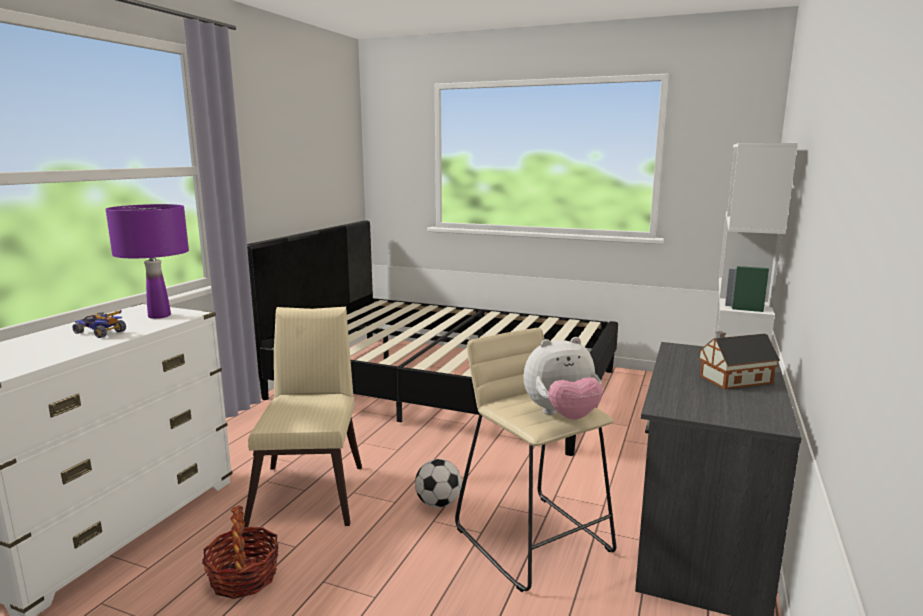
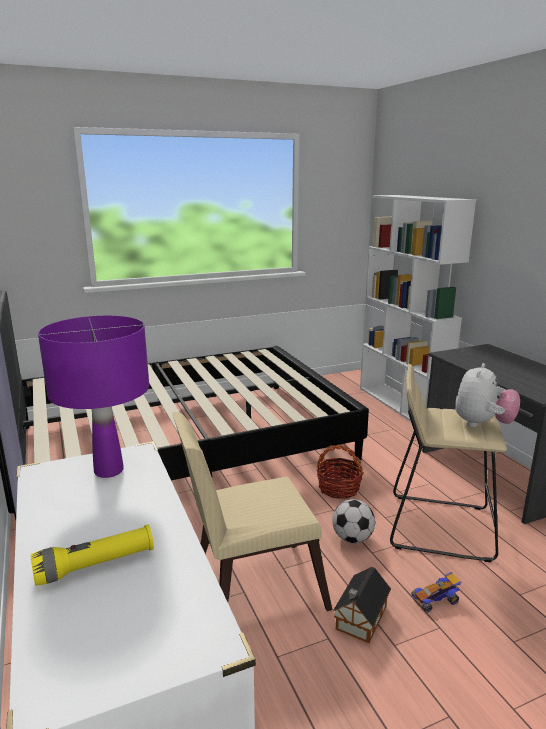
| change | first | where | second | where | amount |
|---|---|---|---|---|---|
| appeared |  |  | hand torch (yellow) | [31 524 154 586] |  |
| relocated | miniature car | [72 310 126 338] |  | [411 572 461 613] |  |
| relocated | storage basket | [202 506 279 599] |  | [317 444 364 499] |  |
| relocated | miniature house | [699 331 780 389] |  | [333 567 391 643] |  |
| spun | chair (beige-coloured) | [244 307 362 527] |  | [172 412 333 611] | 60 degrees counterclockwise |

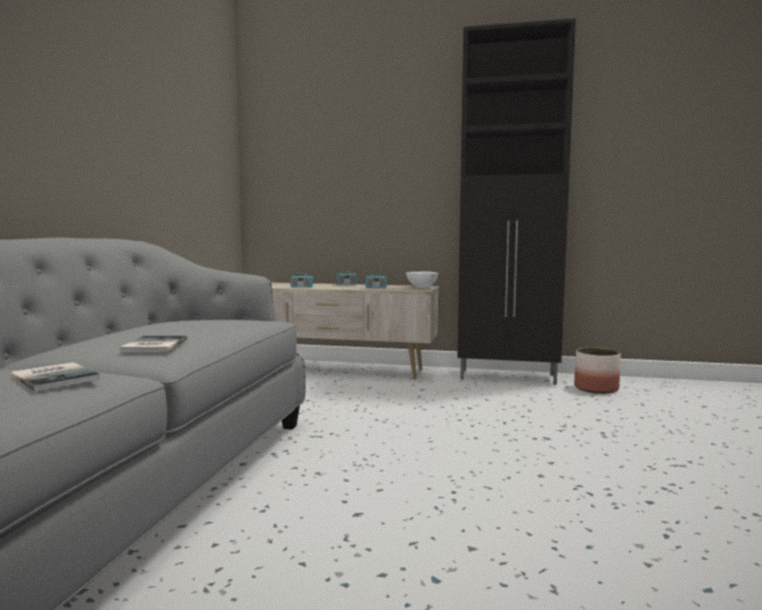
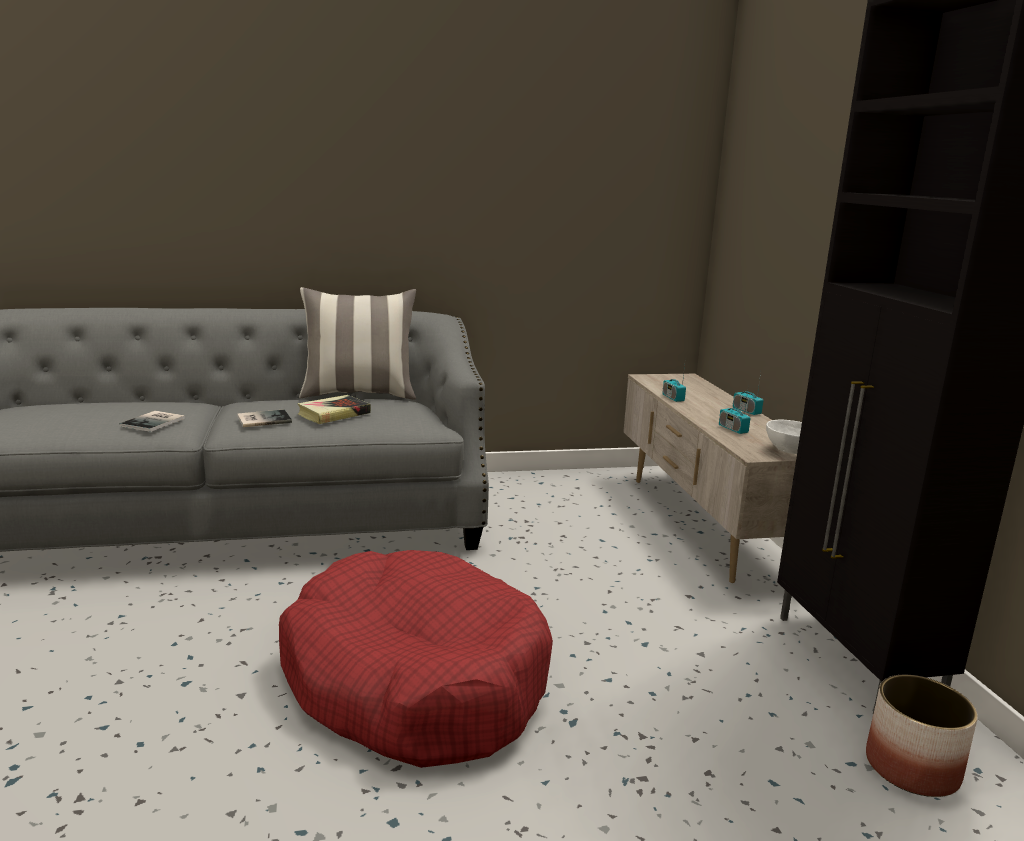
| change | first | where | second | where | amount |
|---|---|---|---|---|---|
| appeared |  |  | dog bed (red-coloured) | [279 550 553 768] |  |
| appeared |  |  | volume | [297 395 371 424] |  |
| appeared |  |  | cushion | [299 287 416 400] |  |

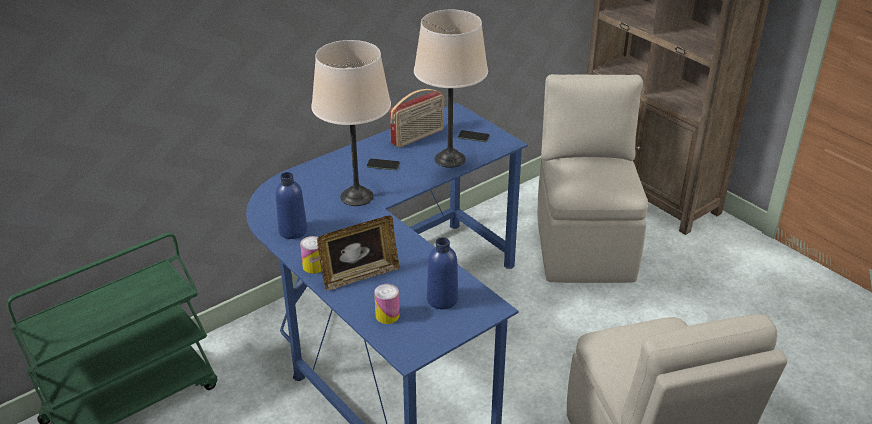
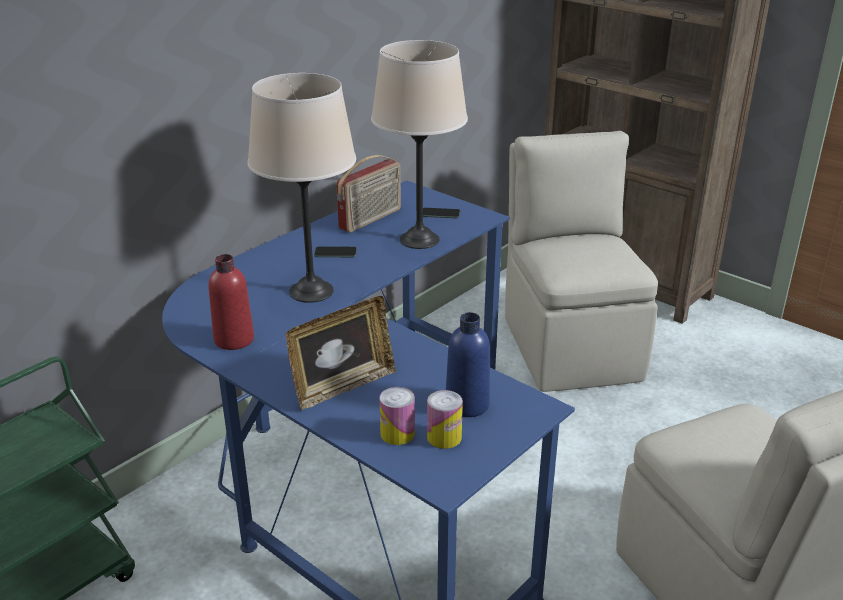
| change | first | where | second | where | amount |
|---|---|---|---|---|---|
| relocated | can | [300 236 321 274] |  | [427 390 463 449] |  |
| colour | bottle (blue) | [275 172 307 239] | bottle (red-coloured) | [209 254 254 350] |  |

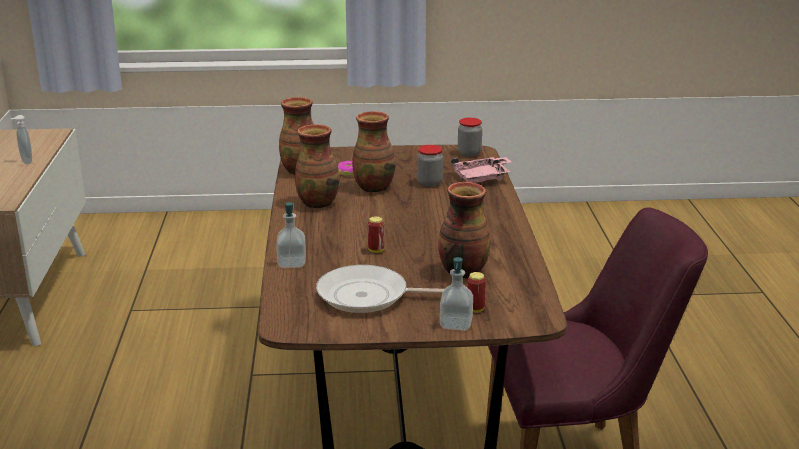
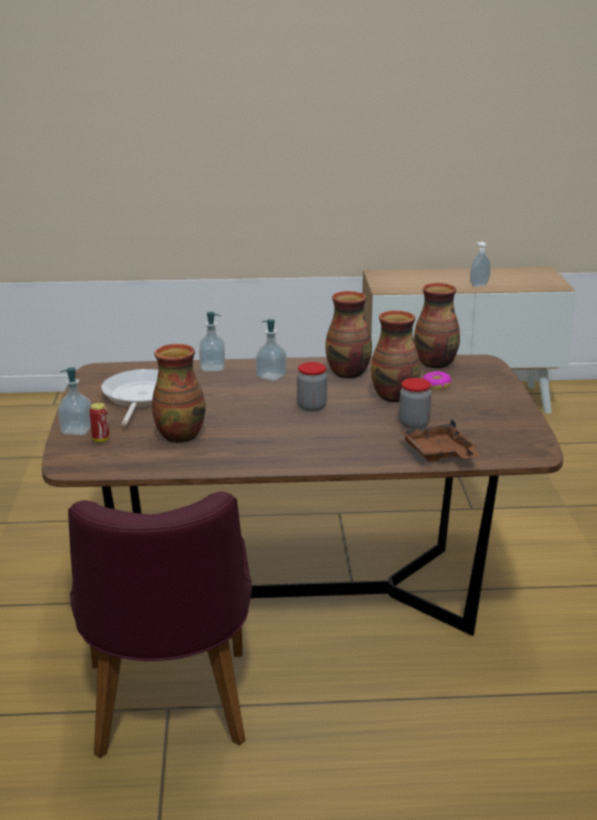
| change | first | where | second | where | amount |
|---|---|---|---|---|---|
| missing | can | [368 216 384 253] |  |  |  |
| appeared |  |  | soap dispenser | [256 319 287 381] |  |
| relocated | storage jar | [458 117 482 157] |  | [297 362 327 411] |  |
| colour | serving tray (pink) | [451 157 511 183] | serving tray (brown-coloured) | [400 419 480 462] |  |

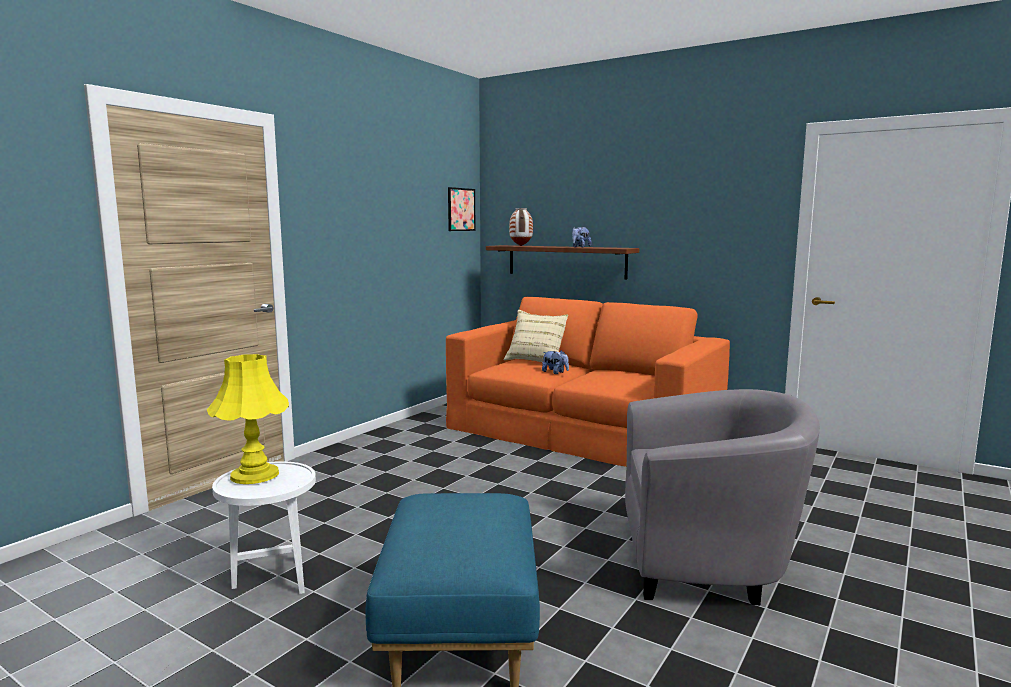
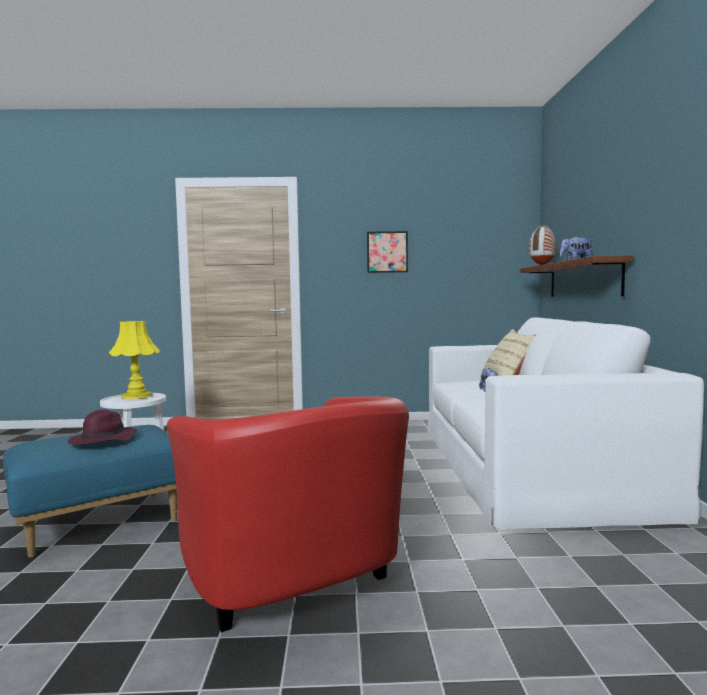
| change | first | where | second | where | amount |
|---|---|---|---|---|---|
| appeared |  |  | clothing hat (purple) | [68 410 137 445] |  |
| relocated | wall art | [448 187 476 231] |  | [367 231 408 273] |  |
| colour | couch (orange-coloured) | [446 297 730 467] | couch (white-coloured) | [427 317 704 530] |  |
| colour | armchair (grey) | [625 389 820 605] | armchair (red-coloured) | [167 397 409 633] |  |

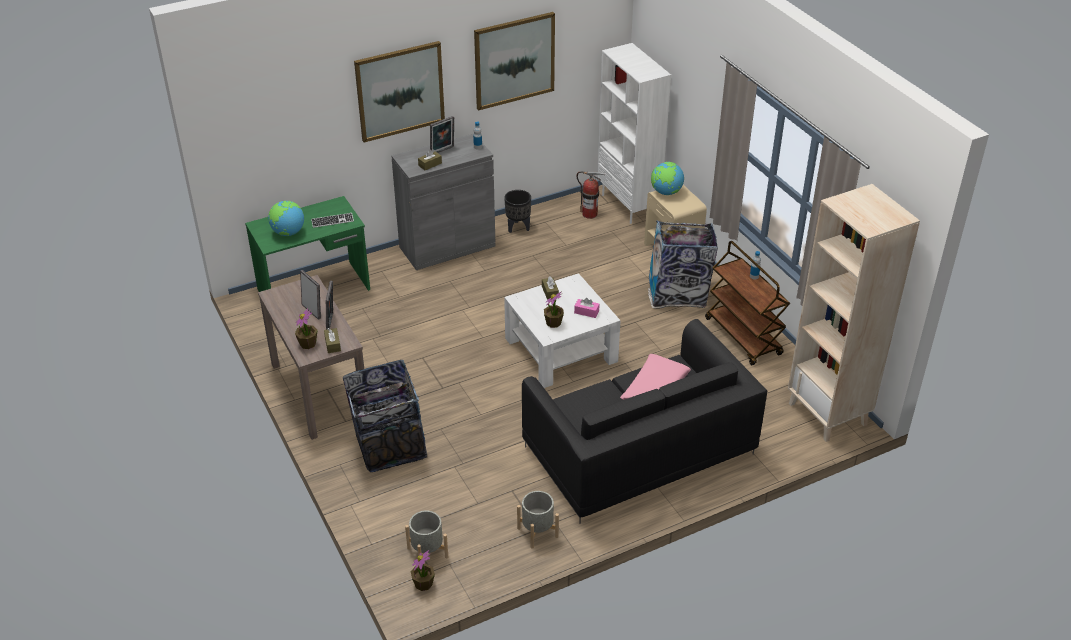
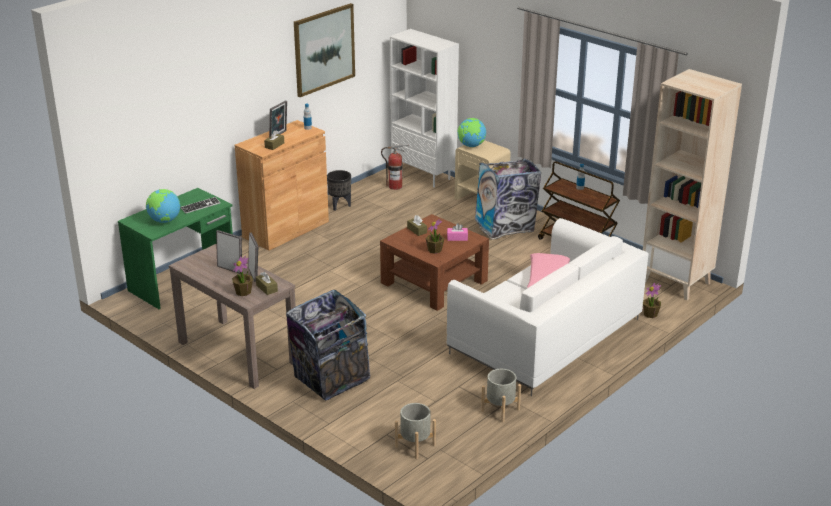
| change | first | where | second | where | amount |
|---|---|---|---|---|---|
| missing | wall art | [354 41 445 142] |  |  |  |
| relocated | potted plant | [411 550 435 591] |  | [643 283 661 318] |  |
| colour | cupboard (grey) | [391 134 496 270] | cupboard (brown-coloured) | [235 120 329 251] |  |
| colour | coffee table (white-coloured) | [504 273 621 388] | coffee table (brown-coloured) | [380 214 489 311] |  |
| colour | couch (black) | [522 319 767 524] | couch (white-coloured) | [447 218 649 396] |  |

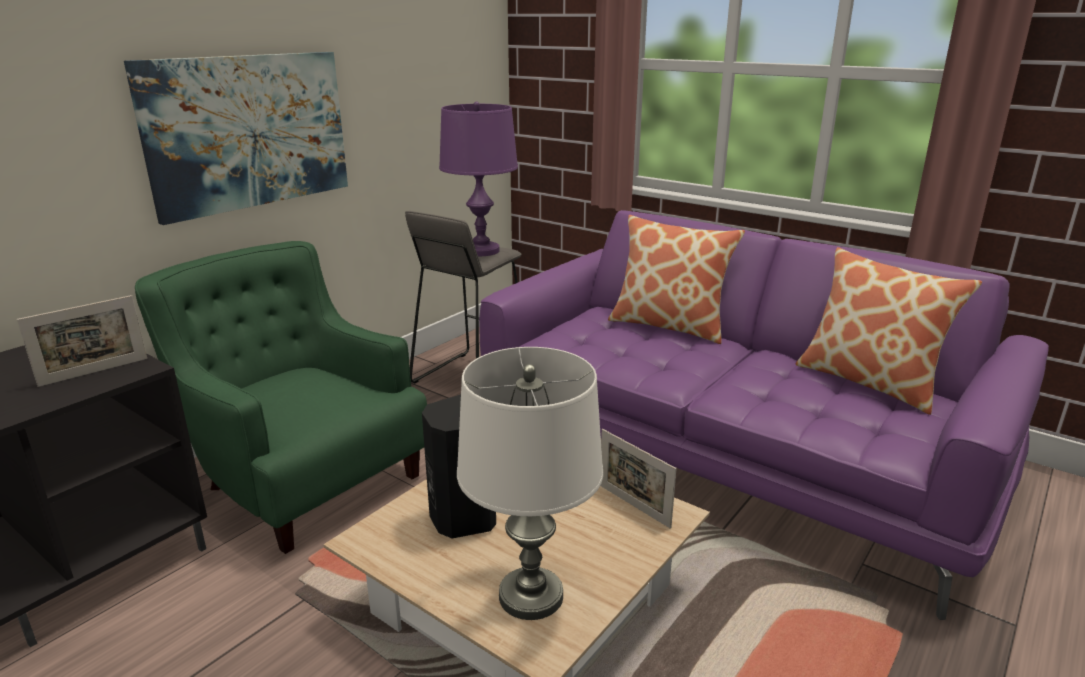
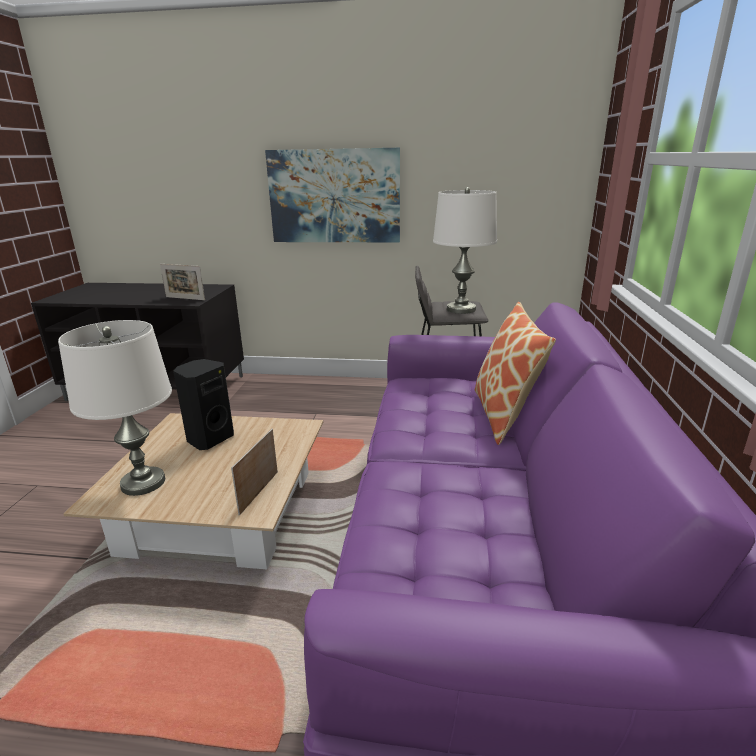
| change | first | where | second | where | amount |
|---|---|---|---|---|---|
| missing | armchair (greenish) | [135 241 427 554] |  |  |  |
| missing | cushion | [796 247 982 415] |  |  |  |
| colour | table lamp (purple) | [439 102 518 256] | table lamp (white-coloured) | [433 187 497 314] |  |

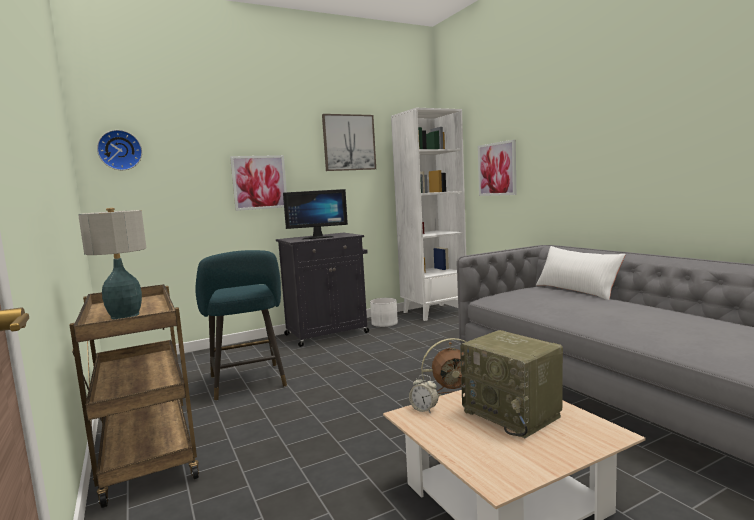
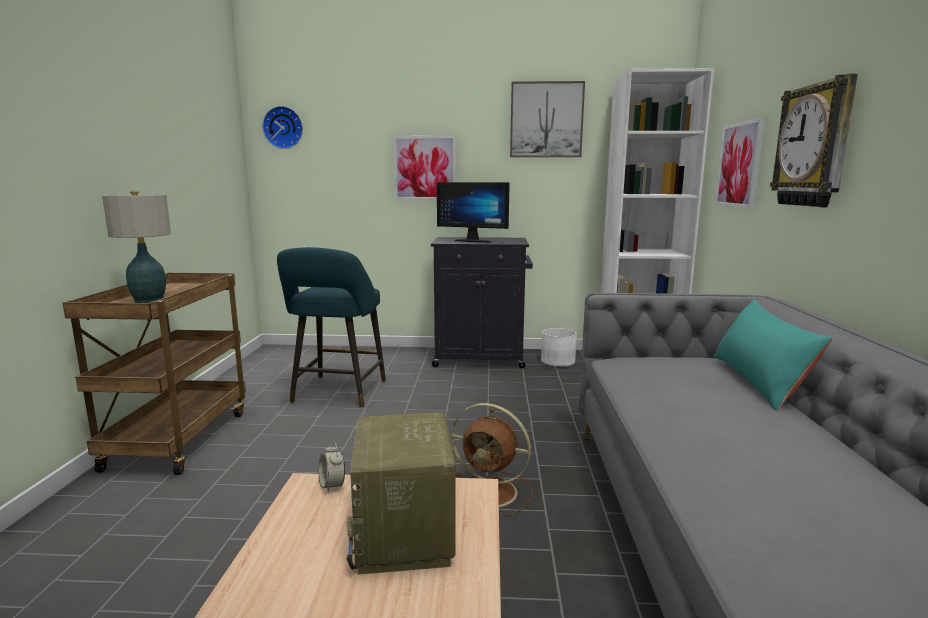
| change | first | where | second | where | amount |
|---|---|---|---|---|---|
| appeared |  |  | clock on the wall | [770 73 858 207] |  |
| colour | cushion (white-coloured) | [536 246 626 300] | cushion (blue-green) | [713 299 833 411] |  |

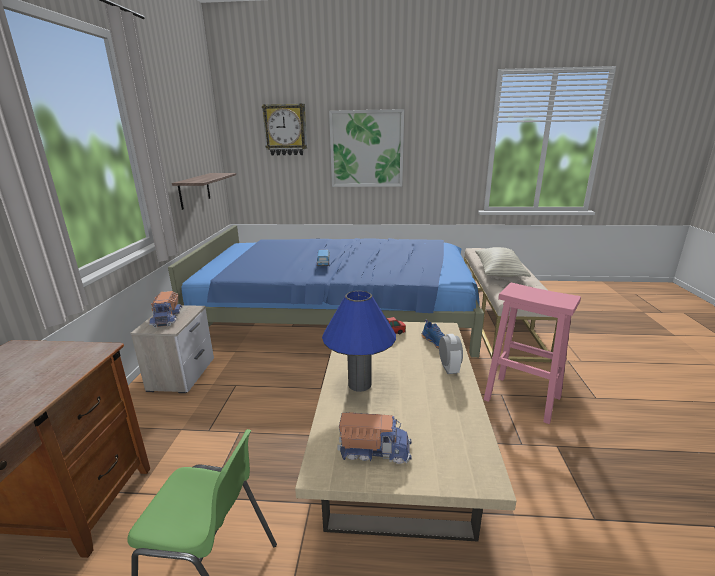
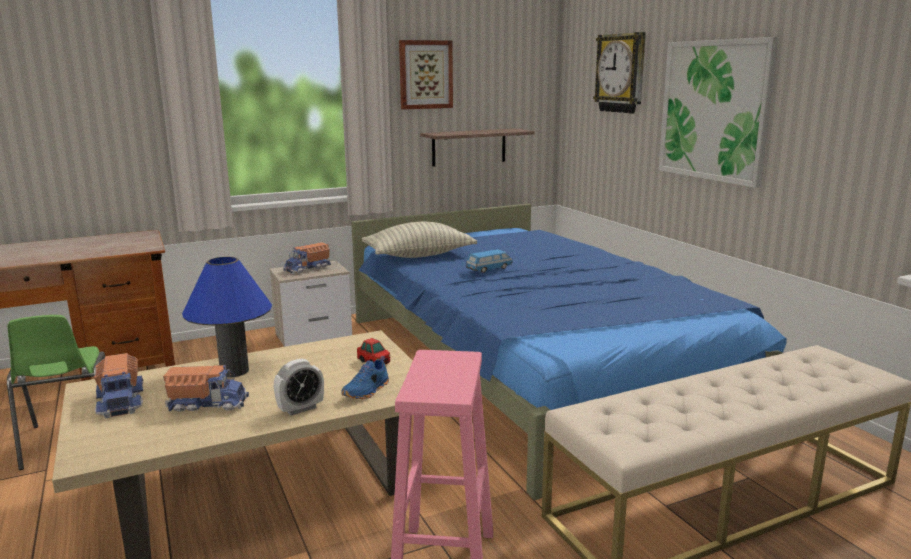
| change | first | where | second | where | amount |
|---|---|---|---|---|---|
| appeared |  |  | toy lorry | [163 365 249 412] |  |
| appeared |  |  | wall art | [399 40 453 110] |  |
| relocated | cushion | [475 247 531 277] |  | [362 222 477 258] |  |

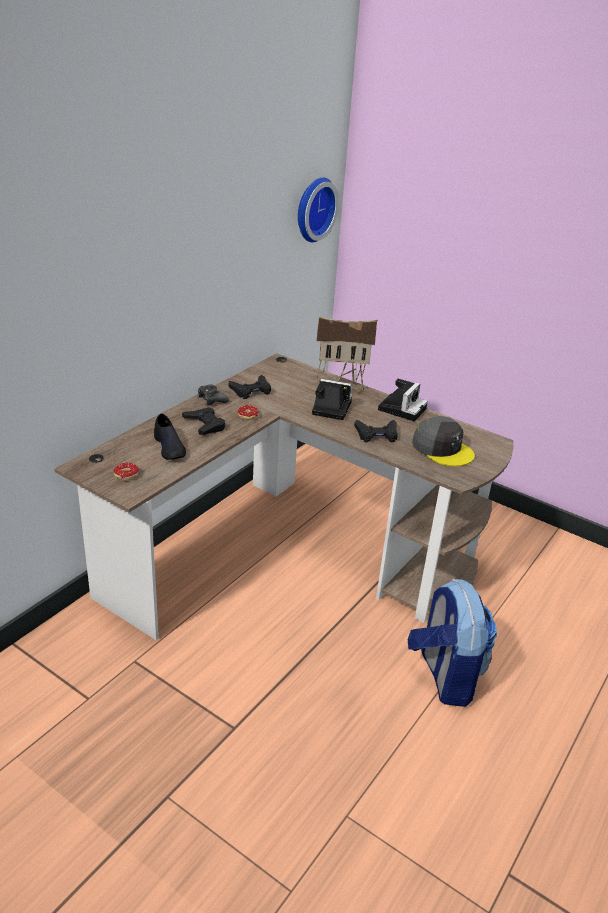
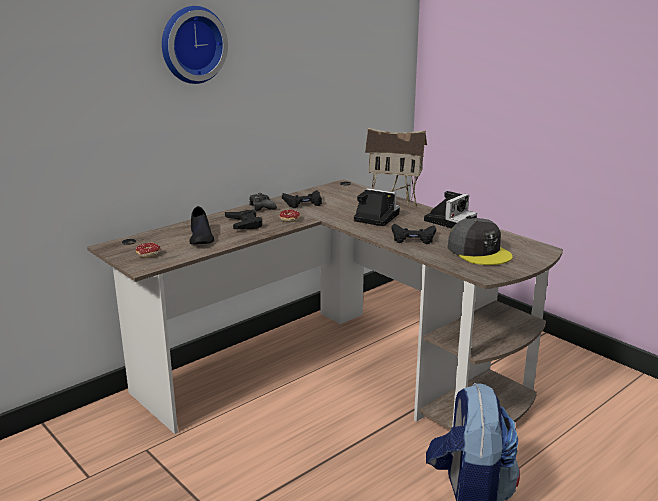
| change | first | where | second | where | amount |
|---|---|---|---|---|---|
| relocated | clock on the wall | [298 178 339 242] |  | [162 6 228 84] |  |

